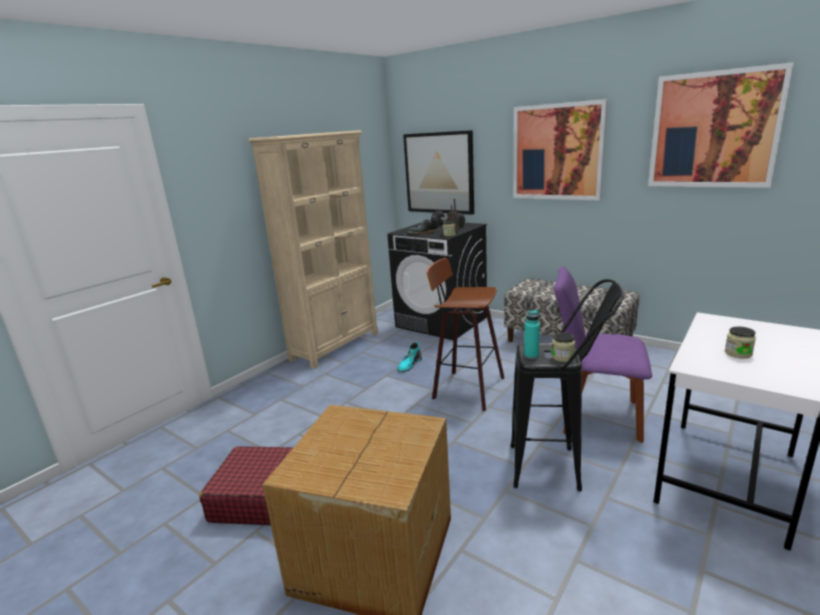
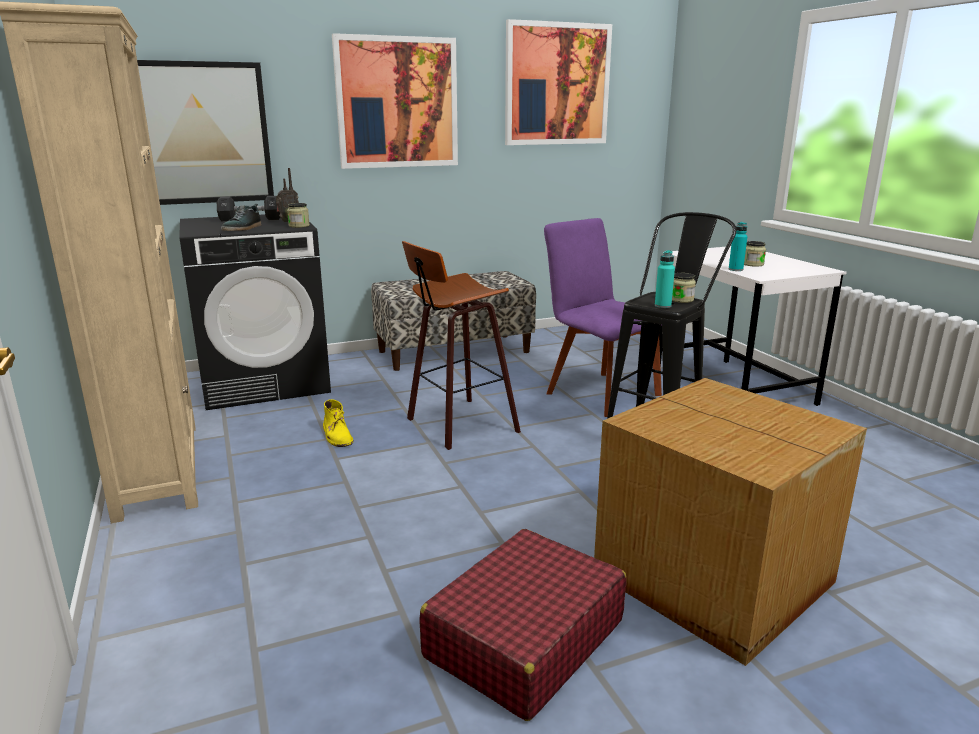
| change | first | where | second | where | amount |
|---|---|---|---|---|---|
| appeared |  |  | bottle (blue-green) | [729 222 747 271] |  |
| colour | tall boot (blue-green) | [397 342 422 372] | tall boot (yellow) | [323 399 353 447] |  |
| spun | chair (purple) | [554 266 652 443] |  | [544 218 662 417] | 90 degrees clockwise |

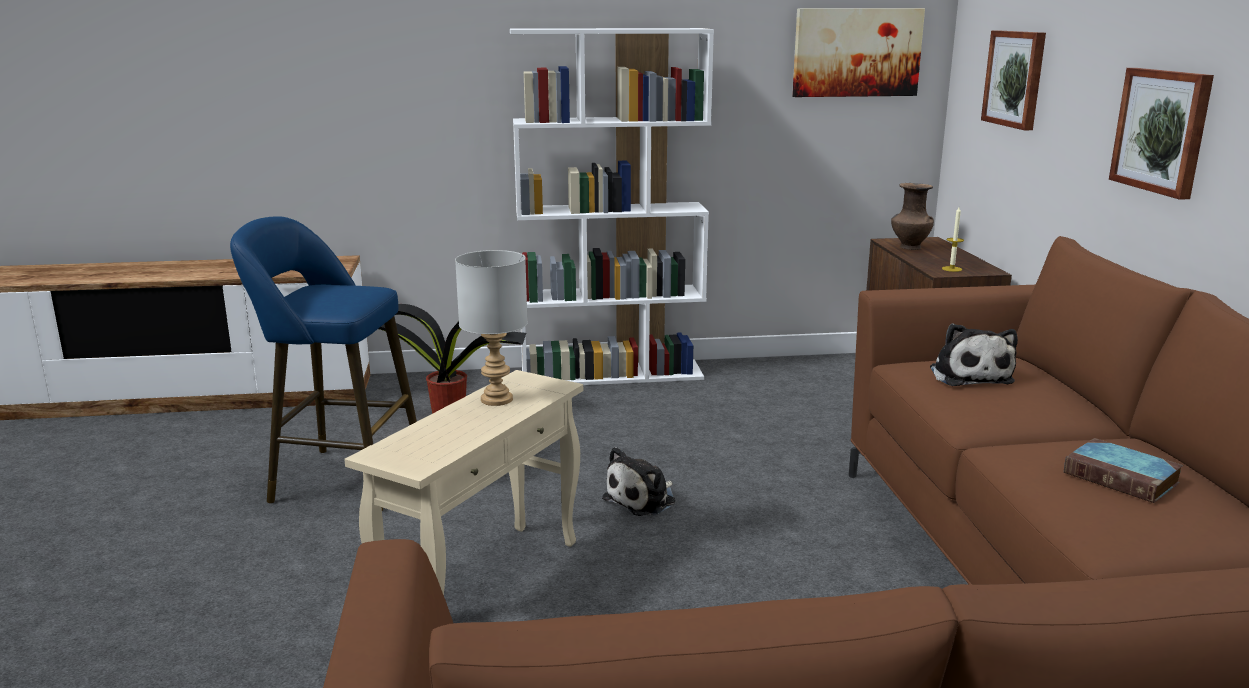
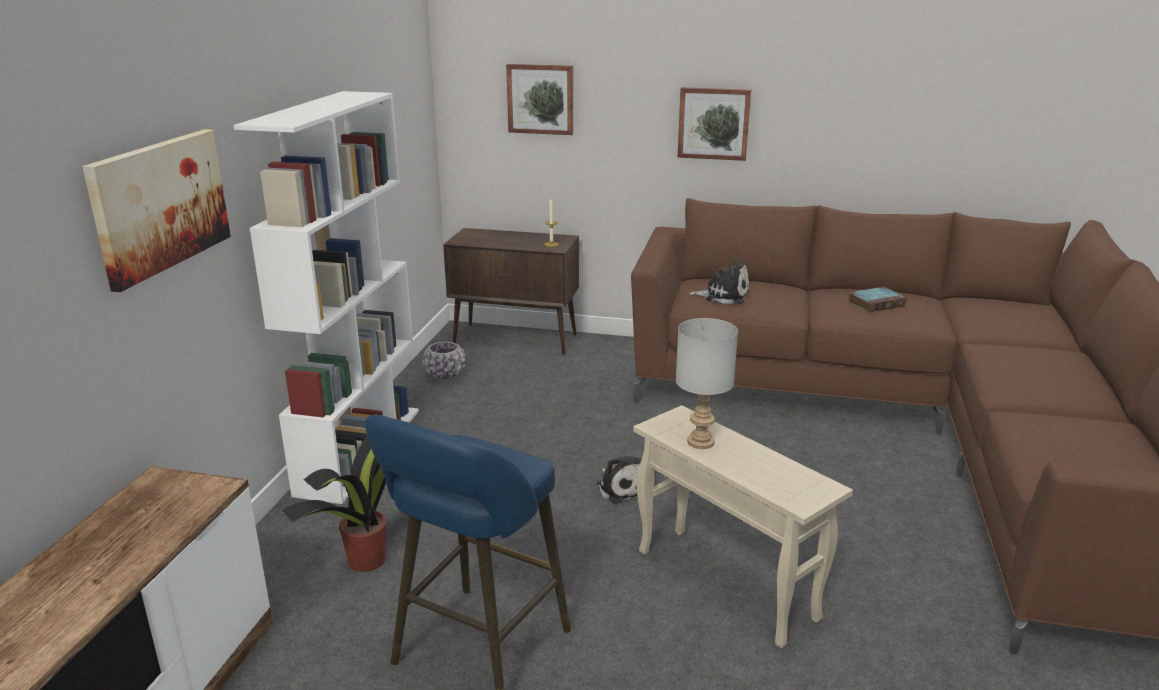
| change | first | where | second | where | amount |
|---|---|---|---|---|---|
| missing | flower vase (brown-coloured) | [891 183 934 250] |  |  |  |
| appeared |  |  | flower pot (purple) | [422 341 466 379] |  |
| relocated | wall art | [792 8 925 97] |  | [82 129 231 292] |  |

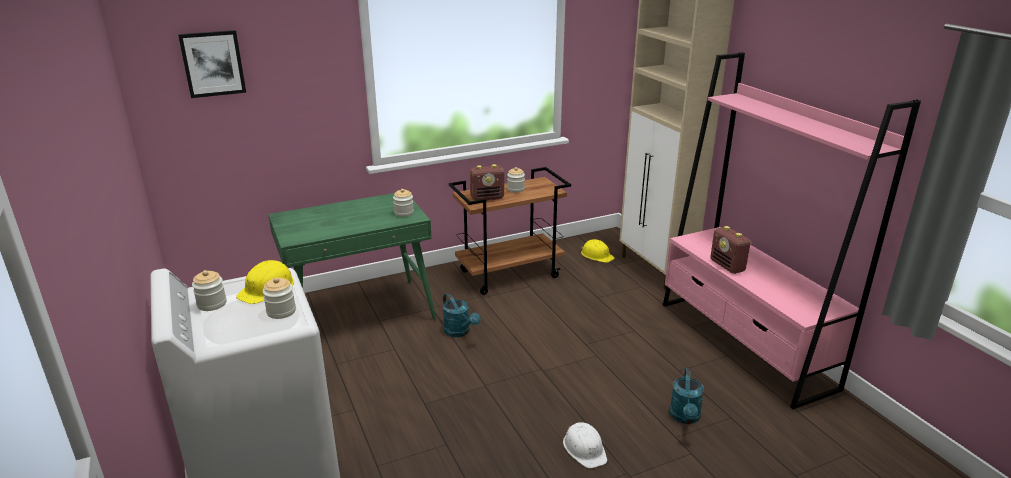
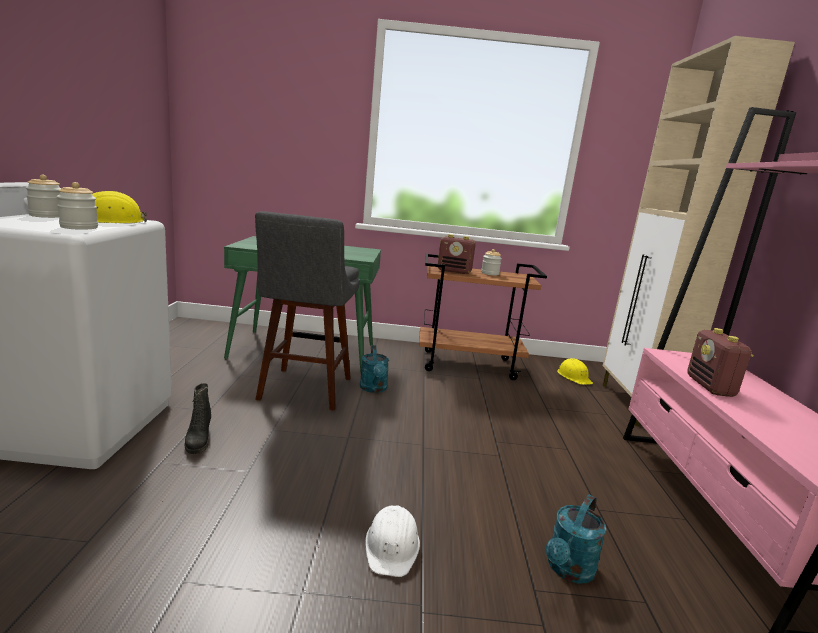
| change | first | where | second | where | amount |
|---|---|---|---|---|---|
| missing | wall art | [178 30 246 98] |  |  |  |
| missing | storage jar | [393 189 414 217] |  |  |  |
| appeared |  |  | tall boot (black) | [185 383 211 454] |  |
| appeared |  |  | stool seat (grey) | [255 211 360 411] |  |

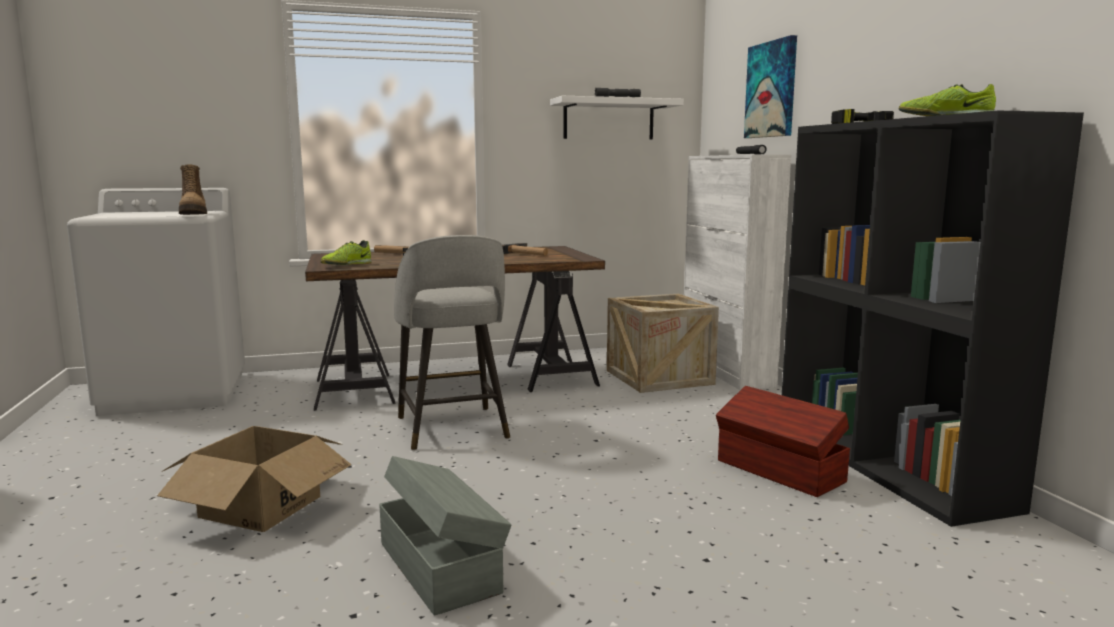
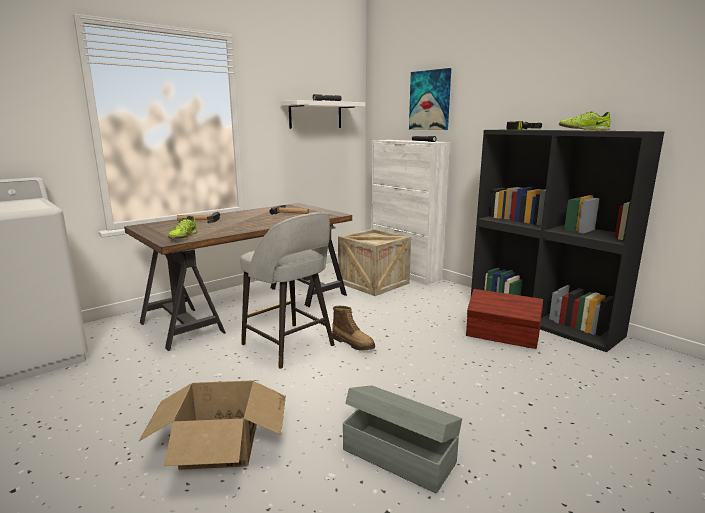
| change | first | where | second | where | amount |
|---|---|---|---|---|---|
| relocated | tall boot | [179 164 207 215] |  | [332 306 375 351] |  |

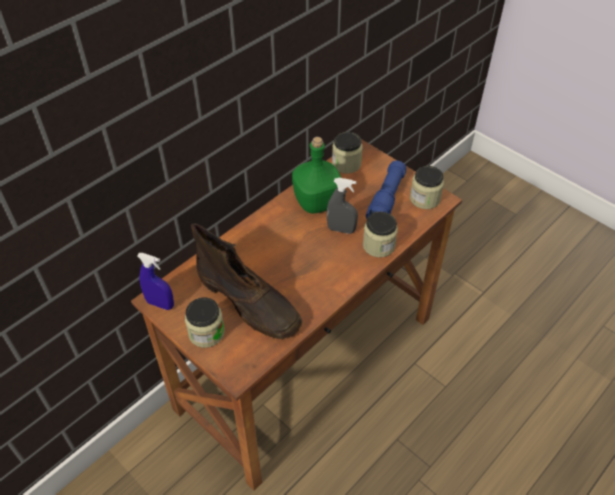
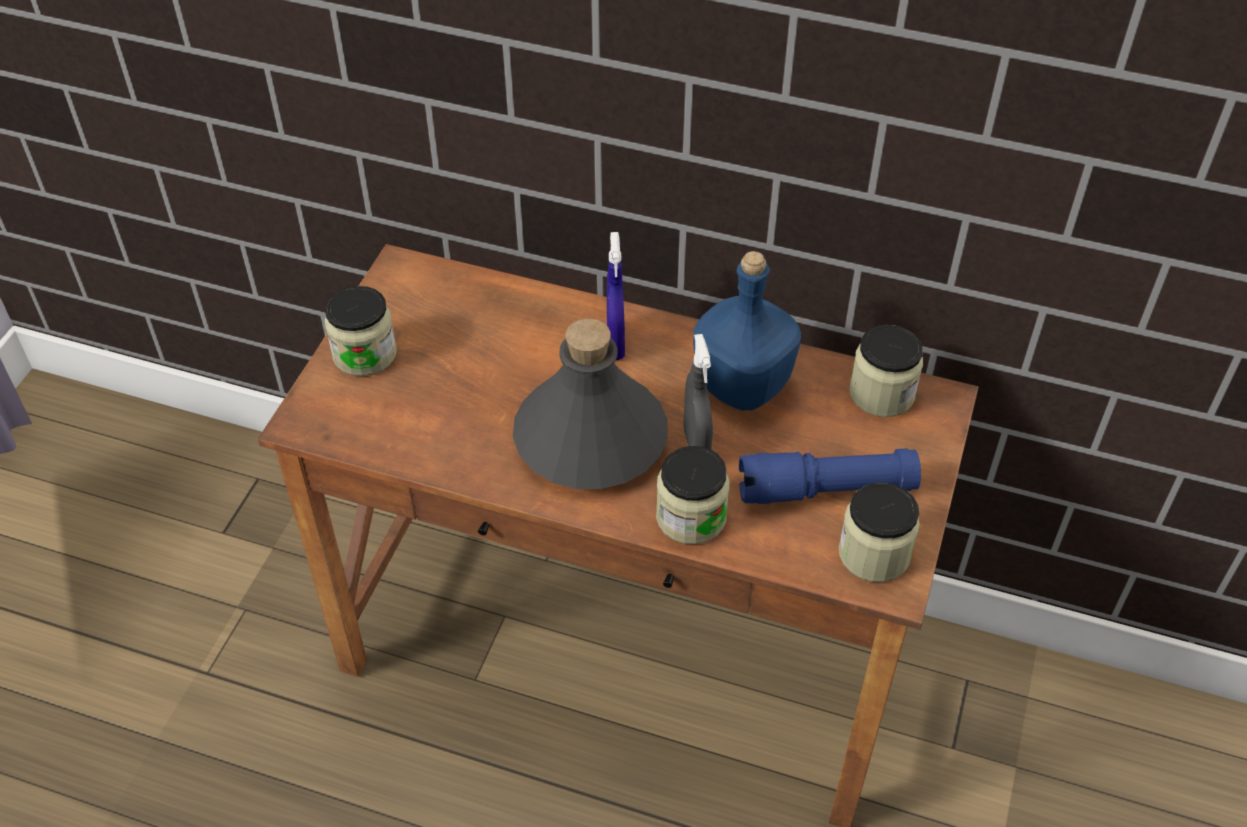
| change | first | where | second | where | amount |
|---|---|---|---|---|---|
| missing | tall boot (brown-coloured) | [191 223 302 340] |  |  |  |
| appeared |  |  | bottle (grey) | [513 319 668 489] |  |
| relocated | sprayer (blue) | [137 253 174 310] |  | [607 232 625 360] |  |
| colour | bottle (greenish) | [292 137 341 214] | bottle (blue) | [693 251 801 411] |  |

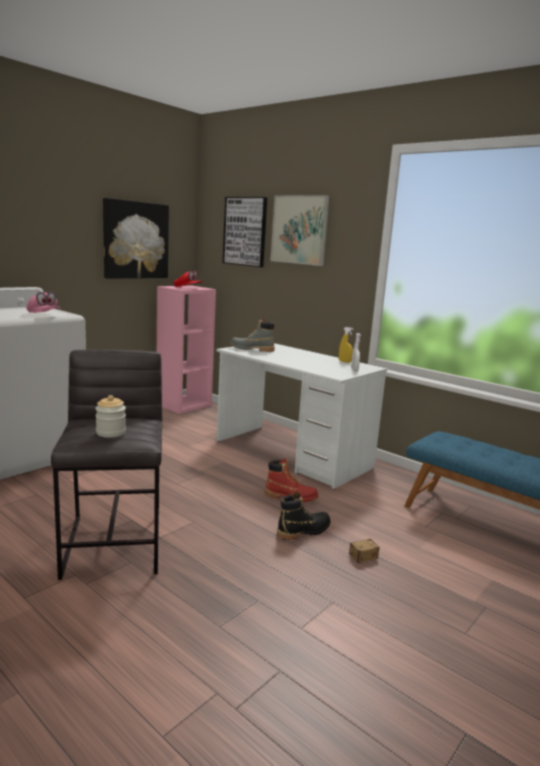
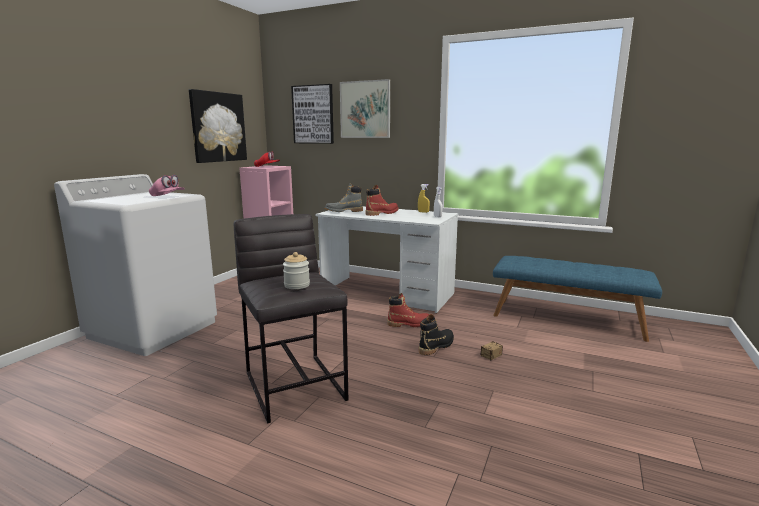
| change | first | where | second | where | amount |
|---|---|---|---|---|---|
| appeared |  |  | tall boot (red-coloured) | [365 185 399 216] |  |

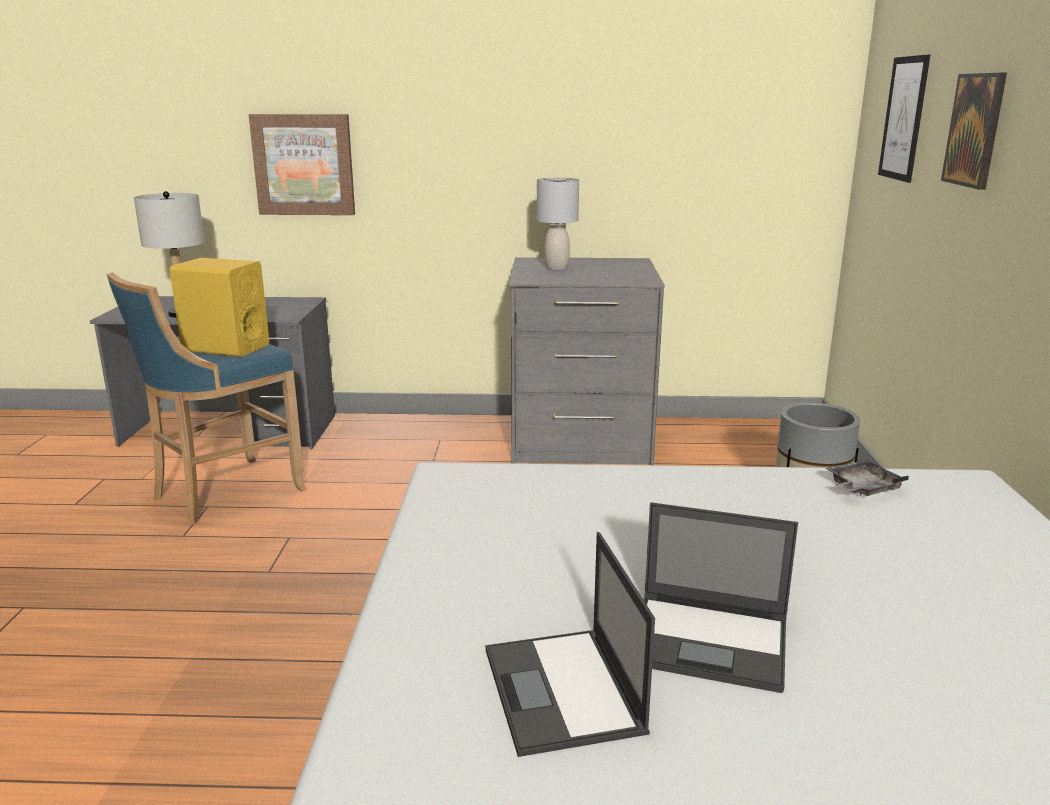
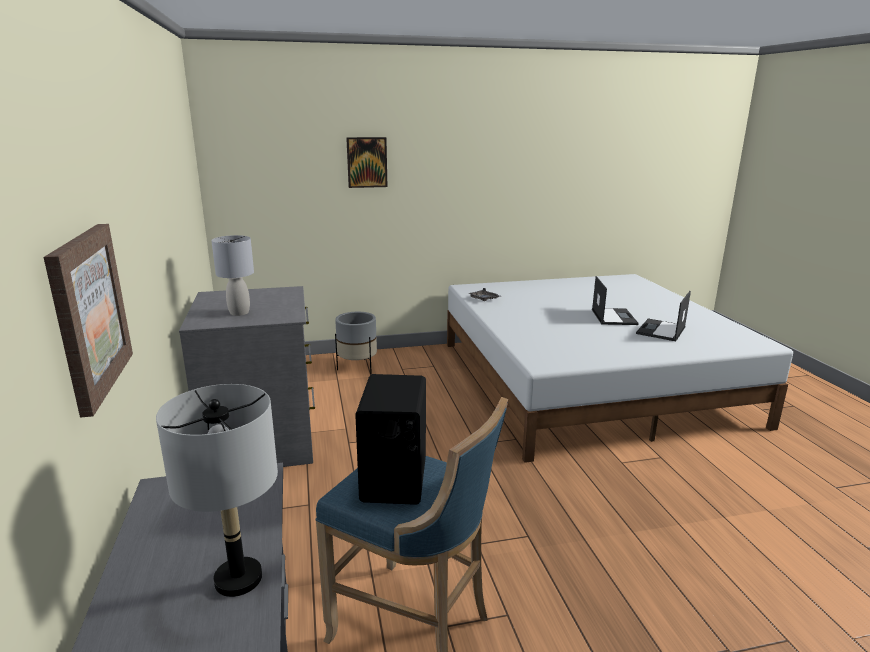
| change | first | where | second | where | amount |
|---|---|---|---|---|---|
| missing | wall art | [878 55 930 183] |  |  |  |
| colour | speaker (yellow) | [170 258 269 357] | speaker (black) | [355 374 426 505] |  |
| spun | notebook computer | [486 532 655 757] |  | [636 291 691 341] | 150 degrees clockwise |

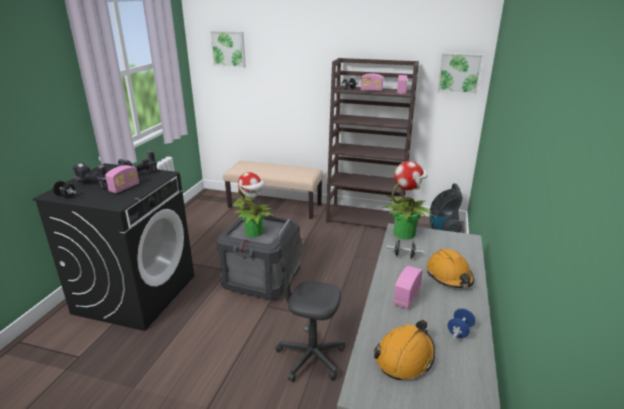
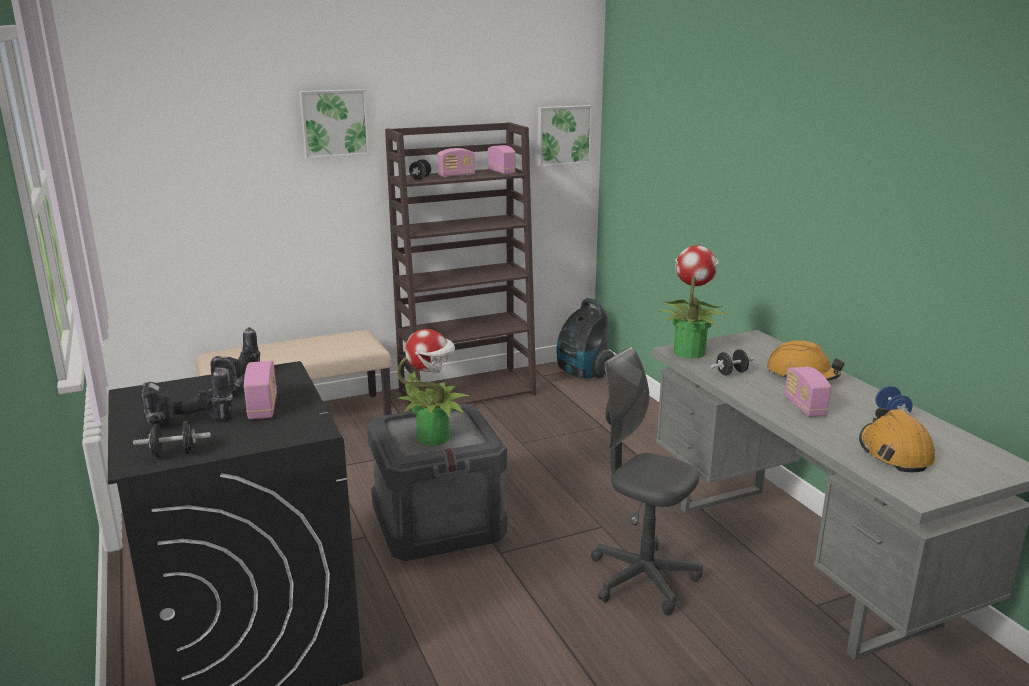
| change | first | where | second | where | amount |
|---|---|---|---|---|---|
| relocated | wall art | [210 31 246 68] |  | [299 89 370 159] |  |
| spun | computer chair (grey) | [276 219 346 382] |  | [591 347 703 615] | 60 degrees clockwise |

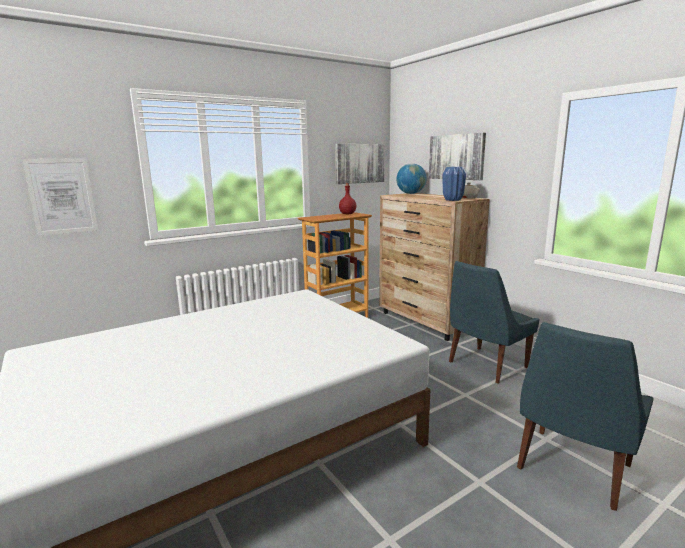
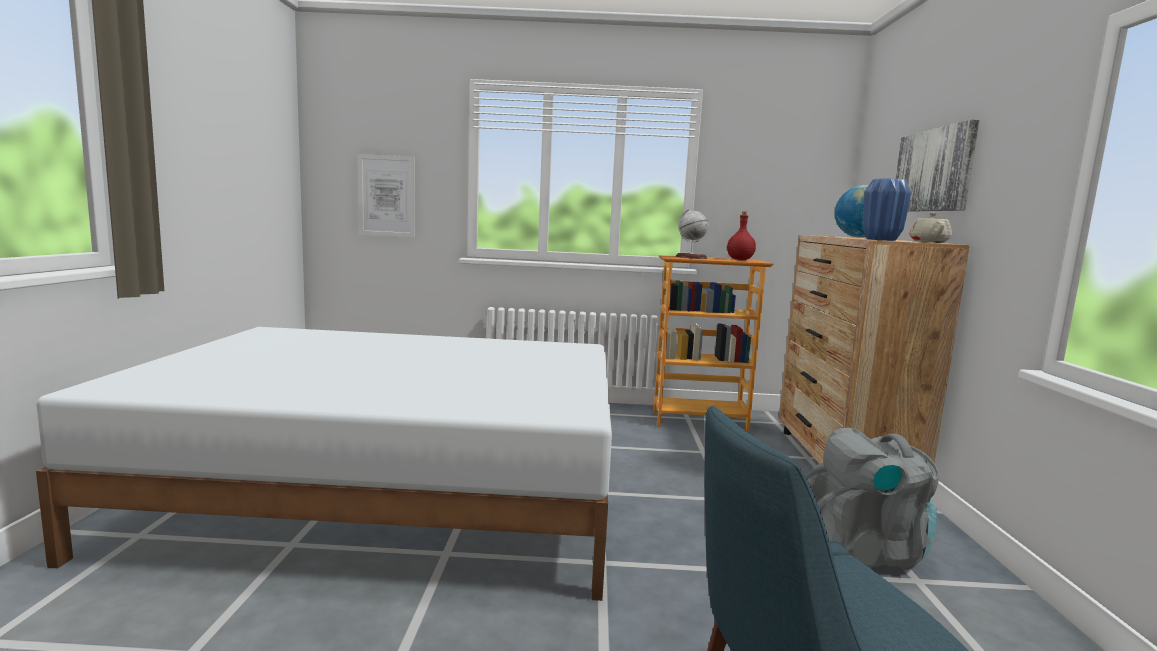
| change | first | where | second | where | amount |
|---|---|---|---|---|---|
| missing | wall art | [335 144 385 184] |  |  |  |
| appeared |  |  | globe | [675 209 708 259] |  |
| exchanged | chair (blue) | [449 261 540 384] | rucksack (grey) | [804 428 939 570] |  |

